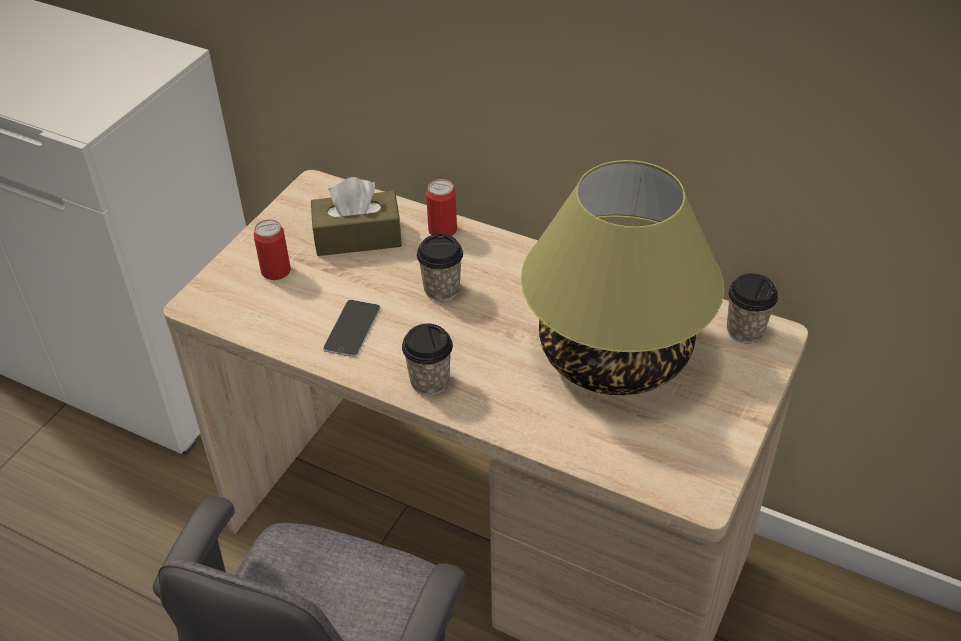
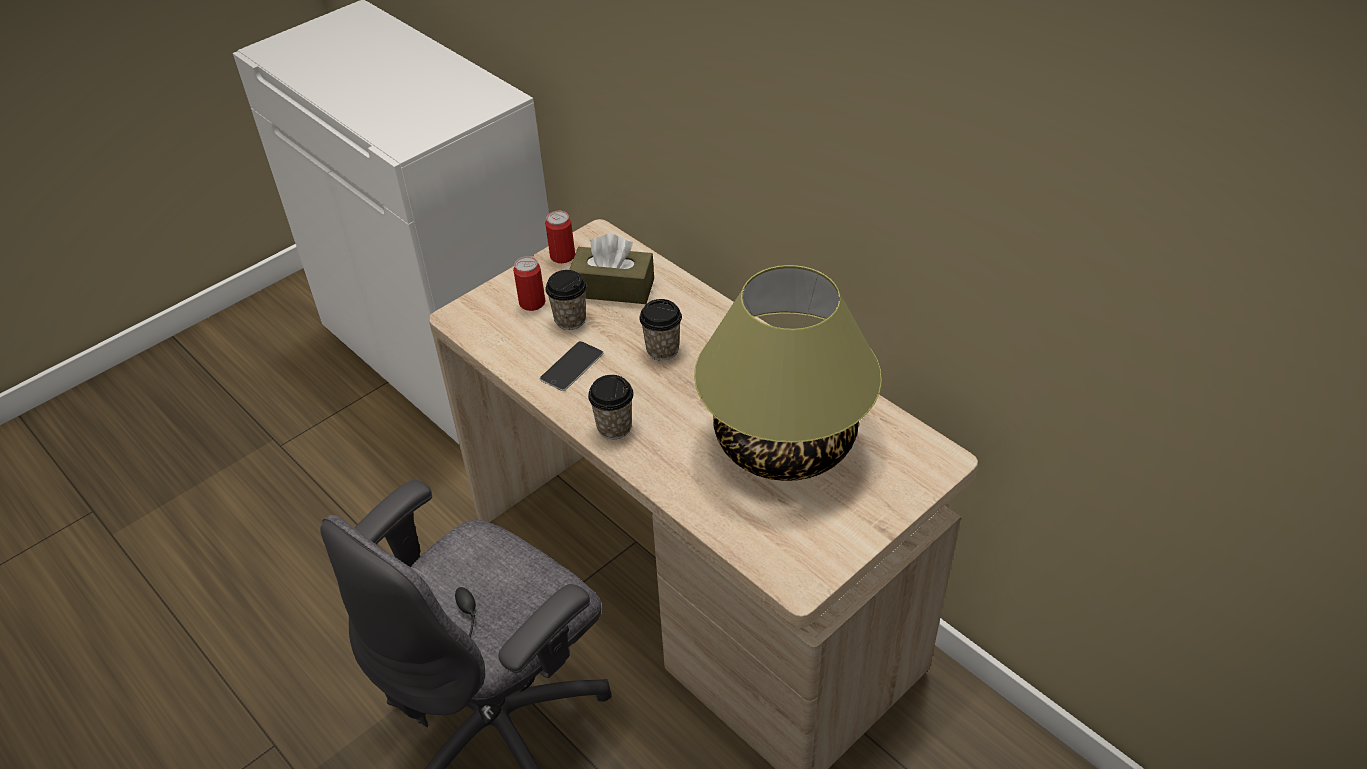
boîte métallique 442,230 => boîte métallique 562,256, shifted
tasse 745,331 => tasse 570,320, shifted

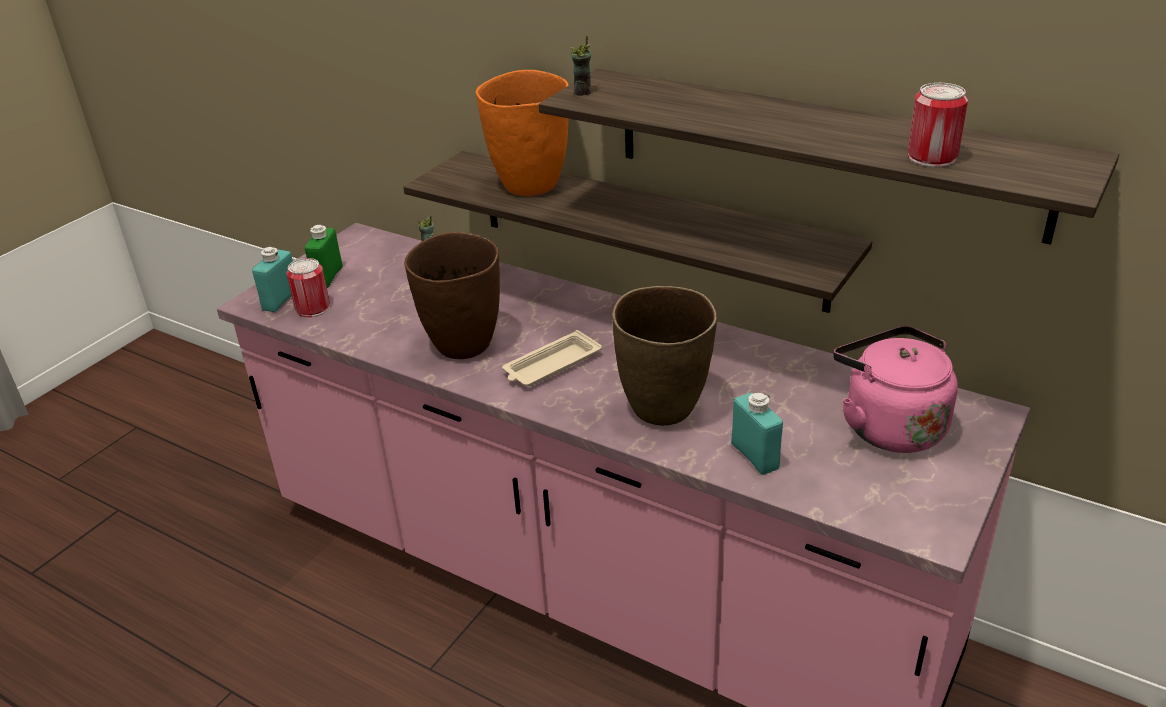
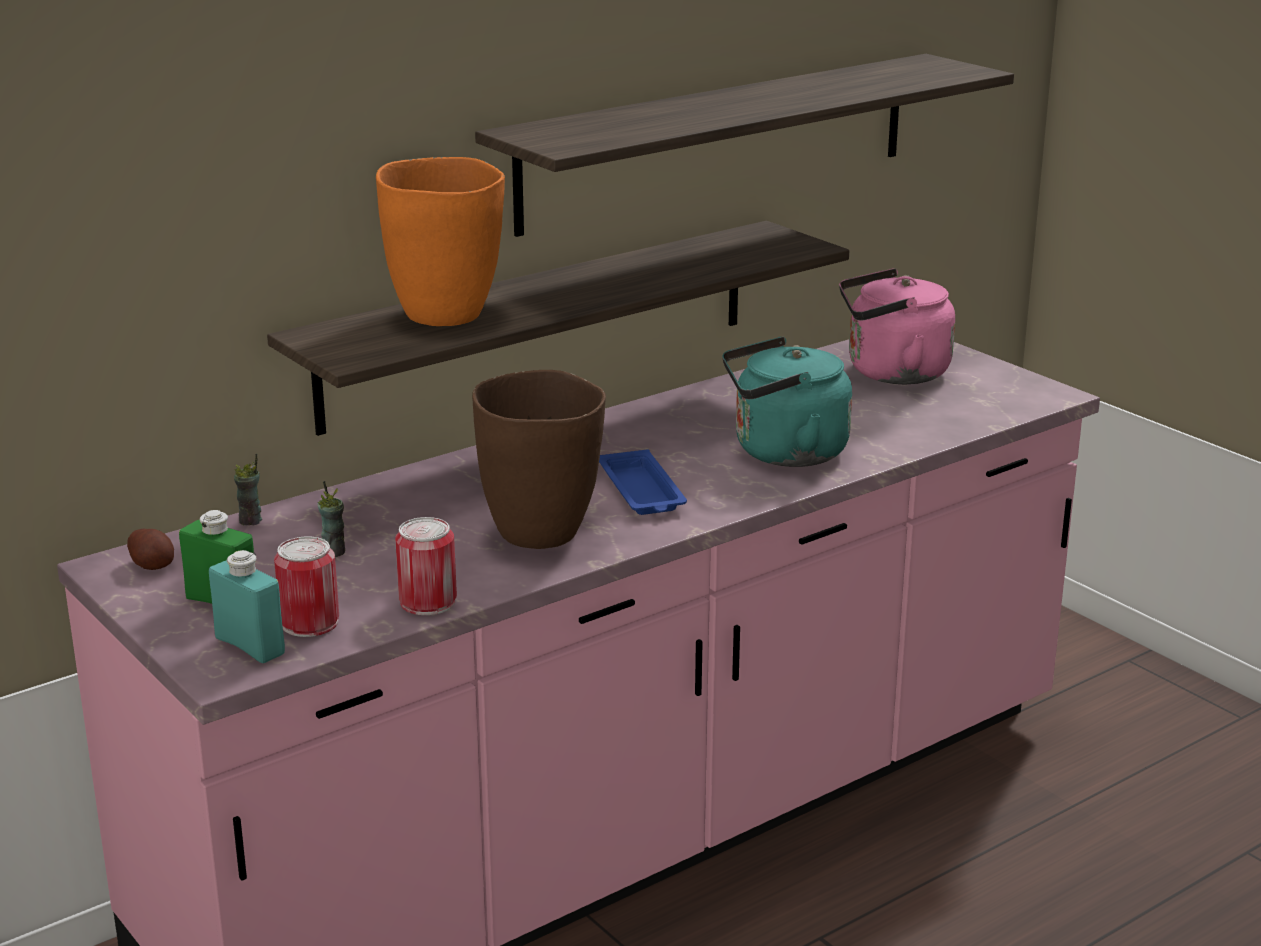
plateau (beige) 551,365 => plateau (bleu) 642,491
tasse 583,92 => tasse 334,552, shifted
vase (marron) 664,409 => bouilloire (turquoise) 783,453
bouteille (turquoise) 754,456 => nothing
boîte métallique 932,157 => boîte métallique 428,602, shifted
nothing => pomme de terre 153,565

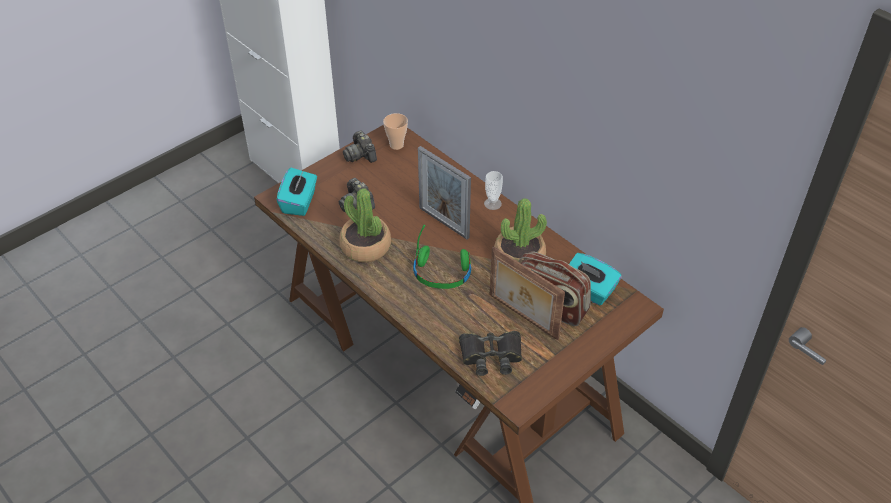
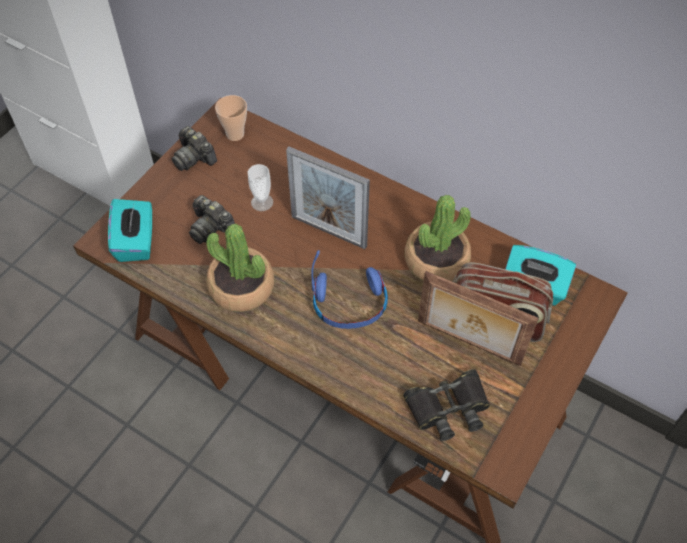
casque audio (vert) 442,273 => casque audio (bleu) 350,304
tasse 492,203 => tasse 262,202, shifted

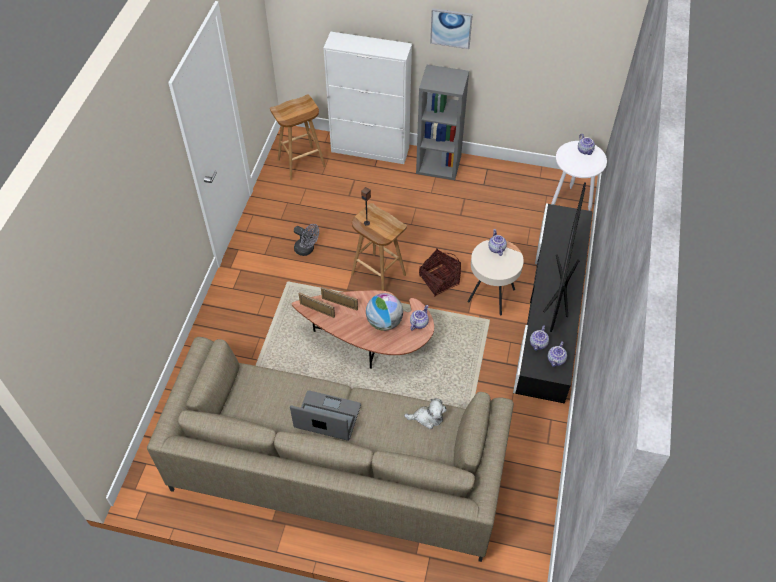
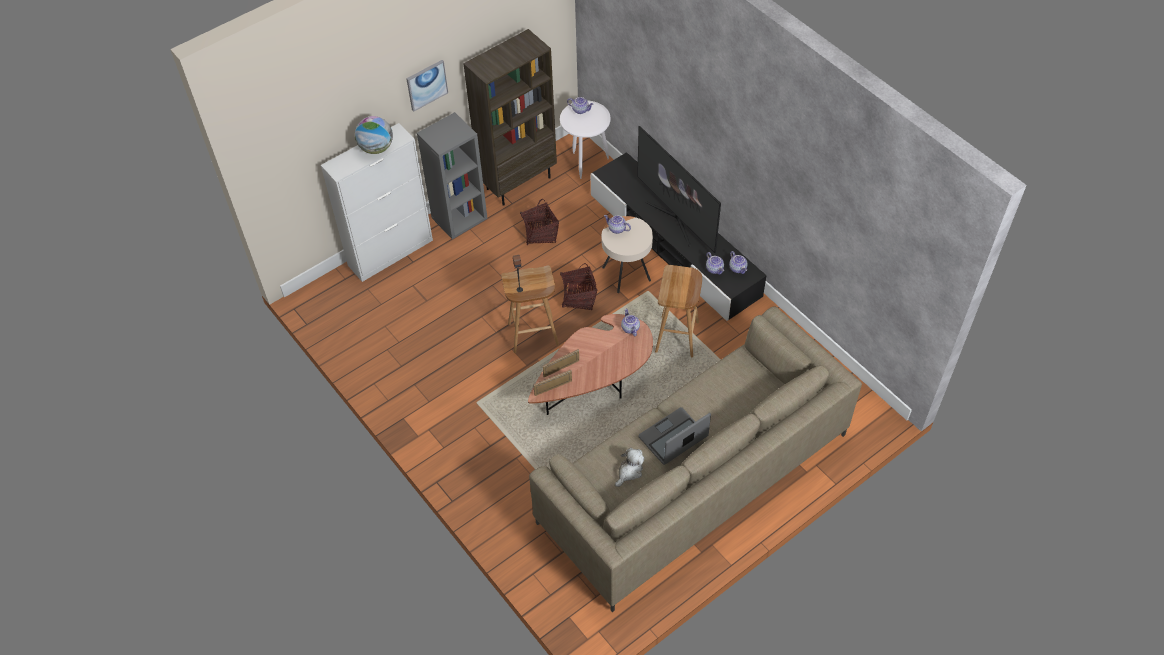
tabouret (marron) 301,164 => tabouret (marron) 677,337, shifted
ventilateur (gris) 307,249 => nothing
globe 384,322 => globe 376,148, shifted
peluche 427,417 => peluche 629,471, shifted
nothing => bibliothèque (marron) 518,182
nothing => panier 540,233

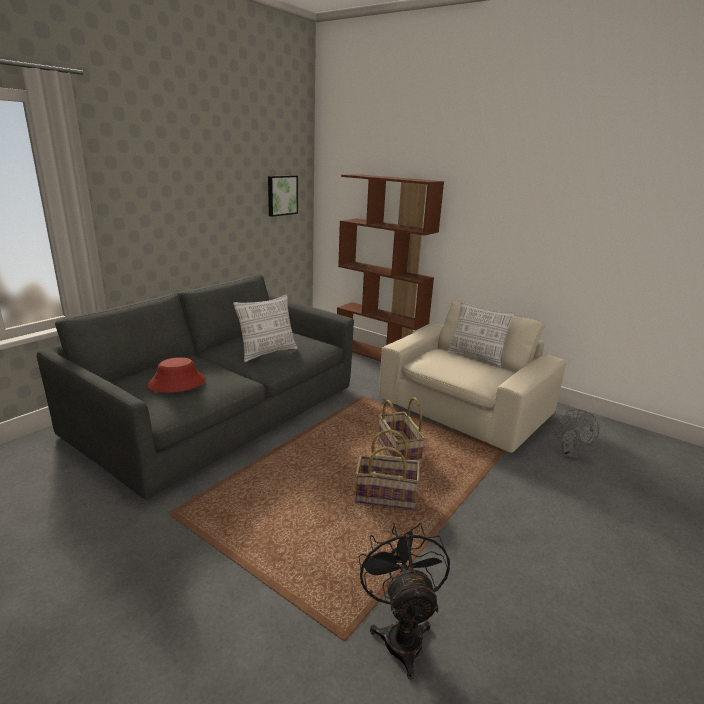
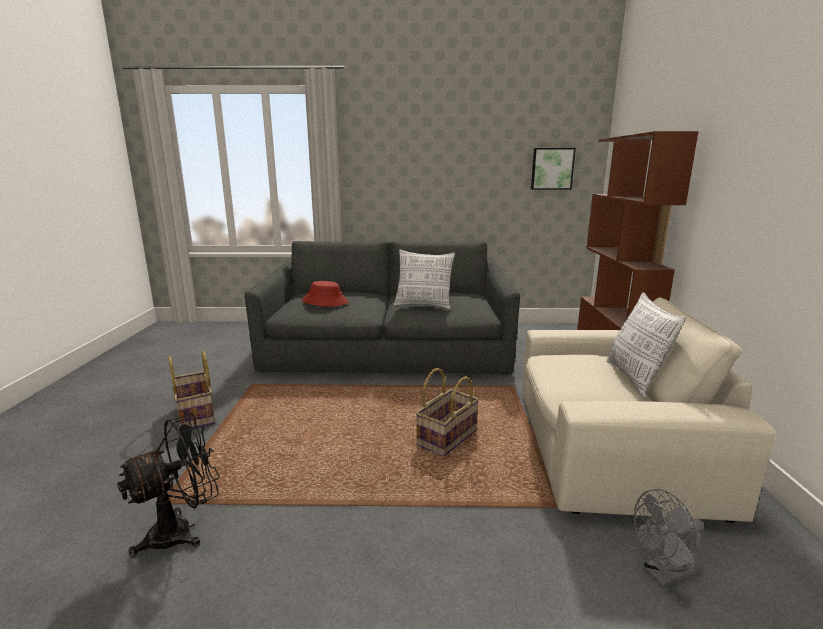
panier 386,495 => panier 197,414, shifted

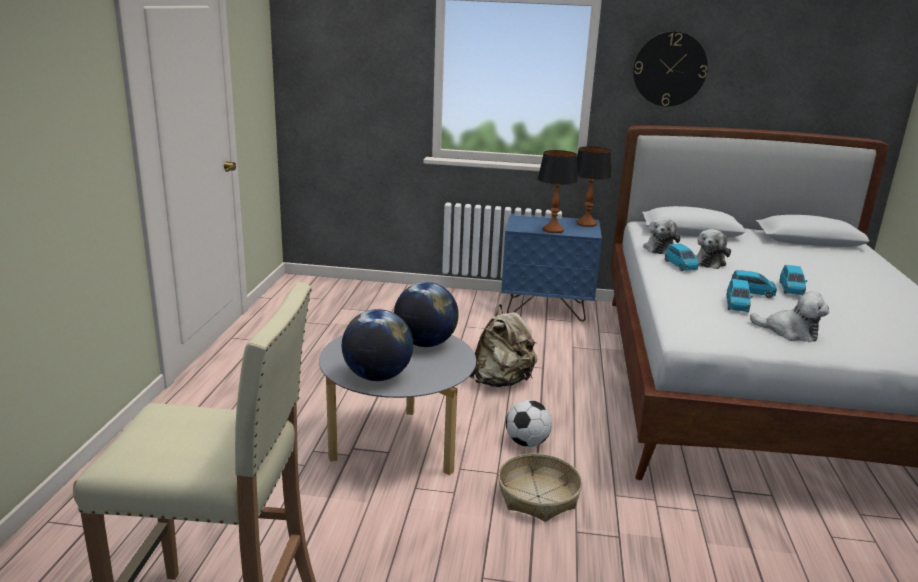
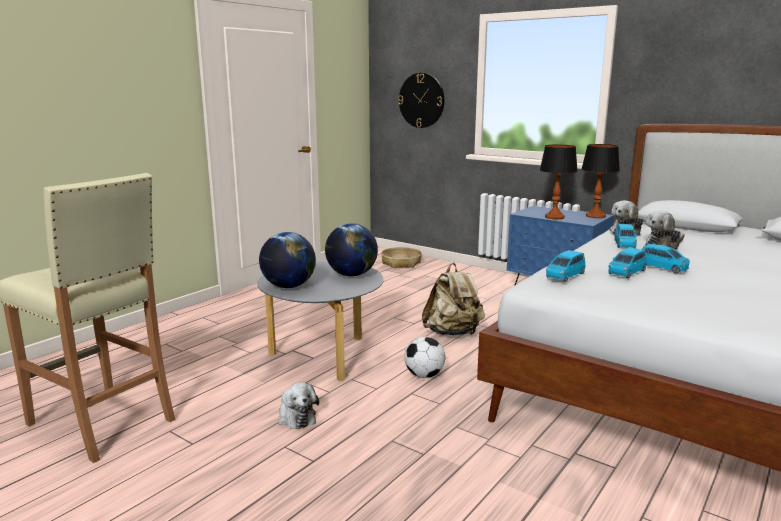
panier 537,496 => panier 401,263, shifted
horloge murale 669,69 => horloge murale 421,100, shifted
peluche 789,332 => peluche 296,416, shifted
petite voiture (bleu) 791,289 => petite voiture (bleu) 565,275, shifted

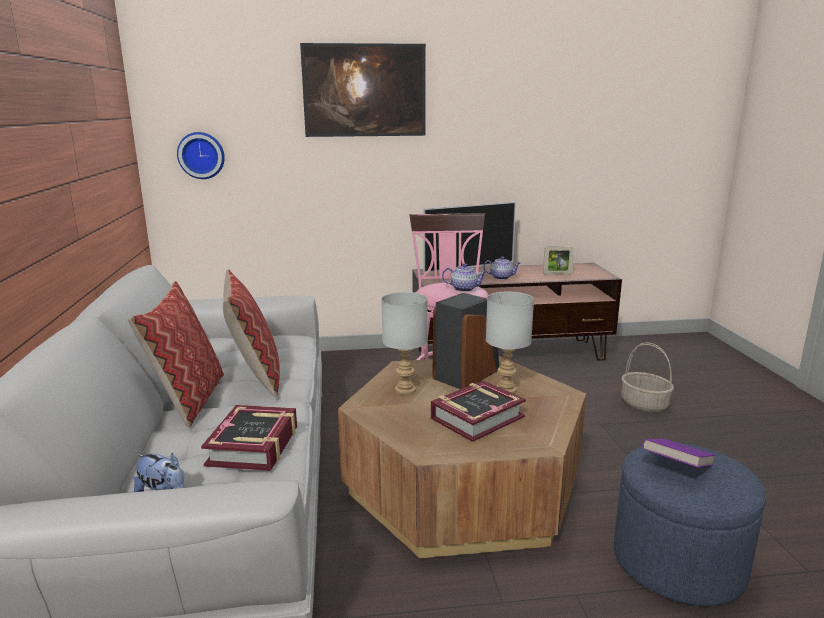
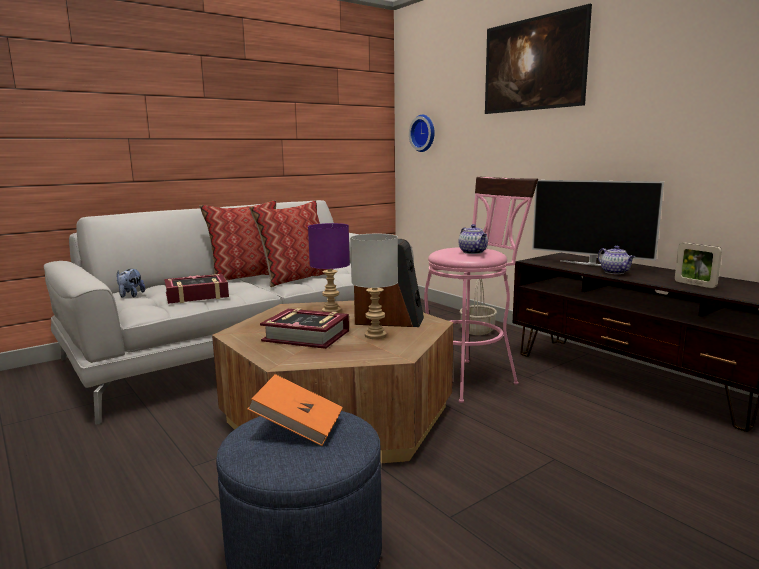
lampe de table (gris) 404,390 => lampe de table (violet) 331,311
panier 645,404 => panier 477,330, shifted
livre (violet) 676,467 => livre (orange) 298,427

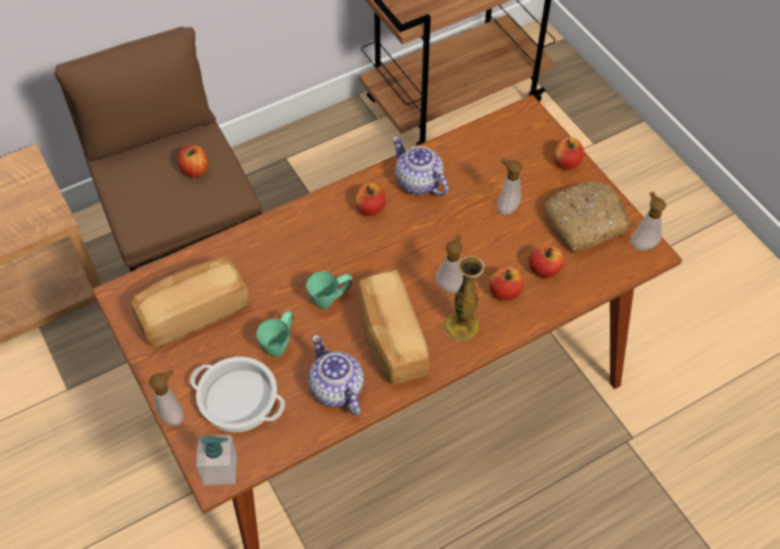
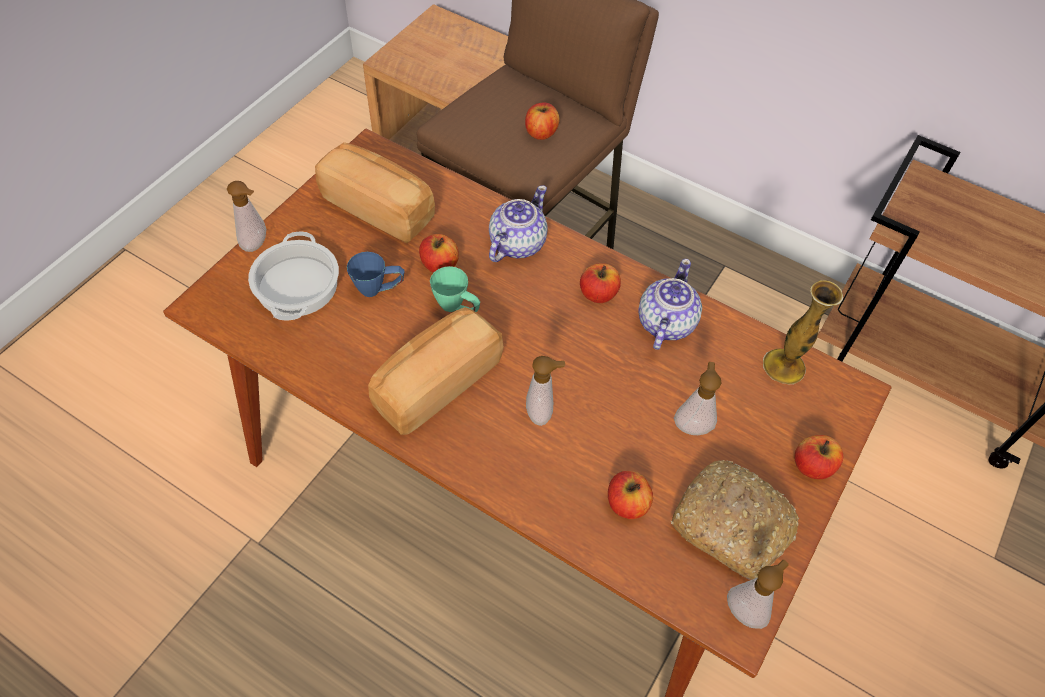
distributeur de savon 220,470 => nothing
mug (vert) 280,343 => mug (bleu) 379,290
théière 336,390 => théière 516,244, shifted
vase 461,326 => vase 784,366, shifted
pomme 505,292 => pomme 439,265, shifted

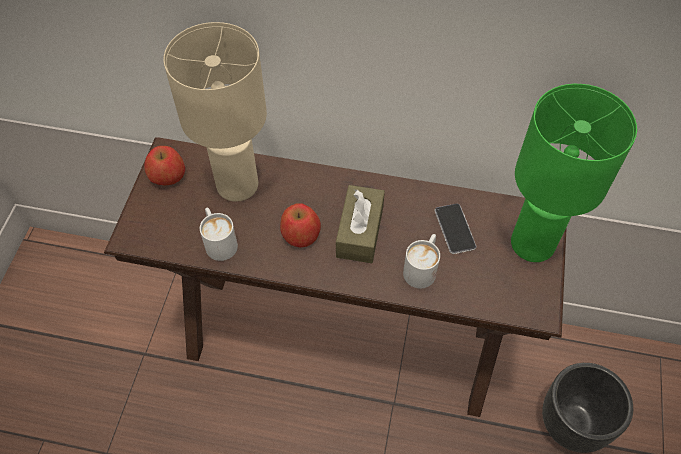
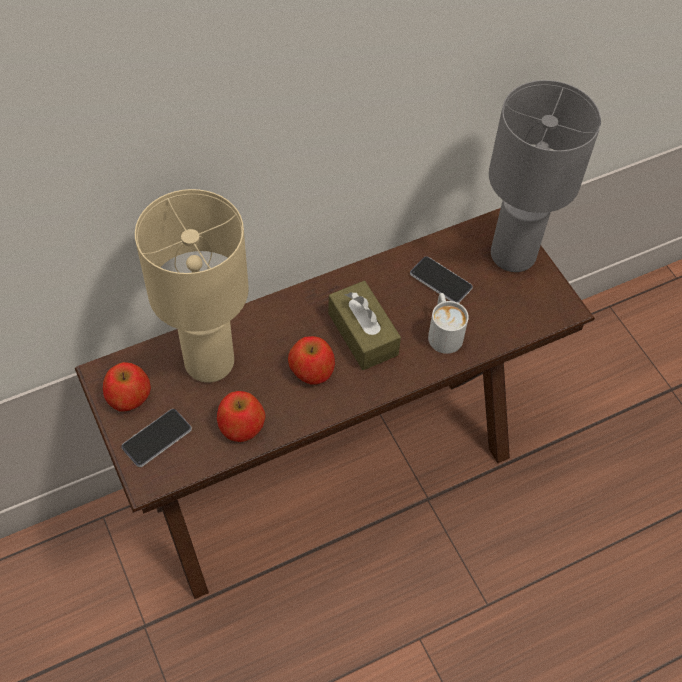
mug (blanc) 219,241 => pomme 241,425
lampe de table (vert) 534,244 => lampe de table (gris) 514,254
cache-pot (noir) 572,424 => nothing
nothing => téléphone 157,438

